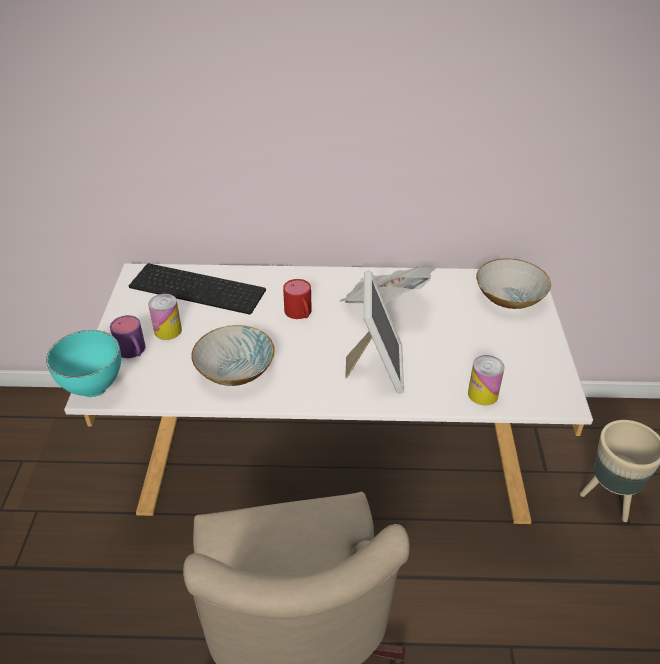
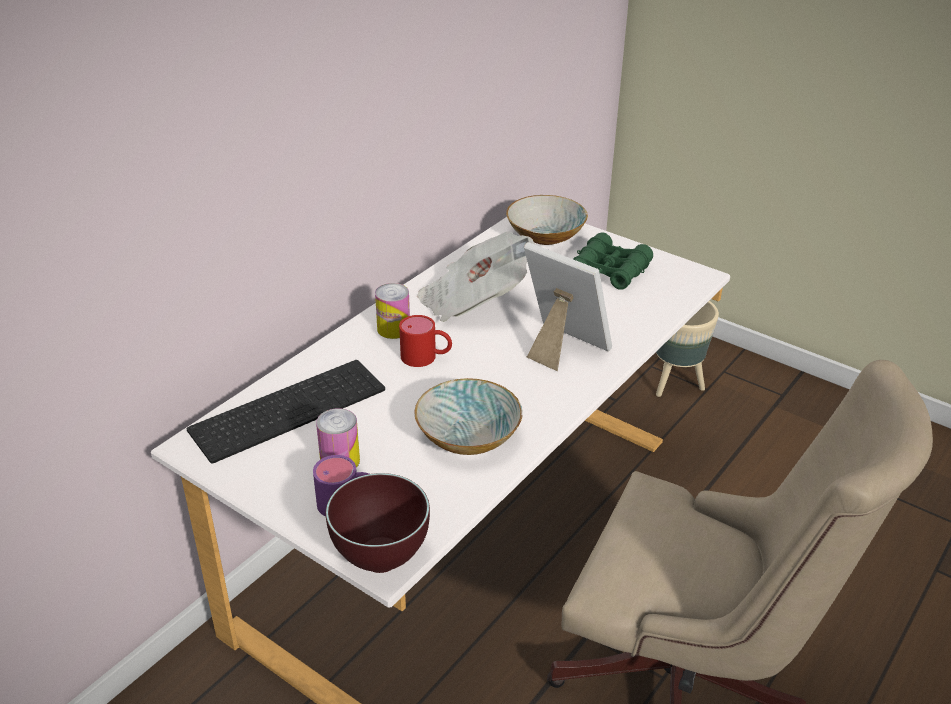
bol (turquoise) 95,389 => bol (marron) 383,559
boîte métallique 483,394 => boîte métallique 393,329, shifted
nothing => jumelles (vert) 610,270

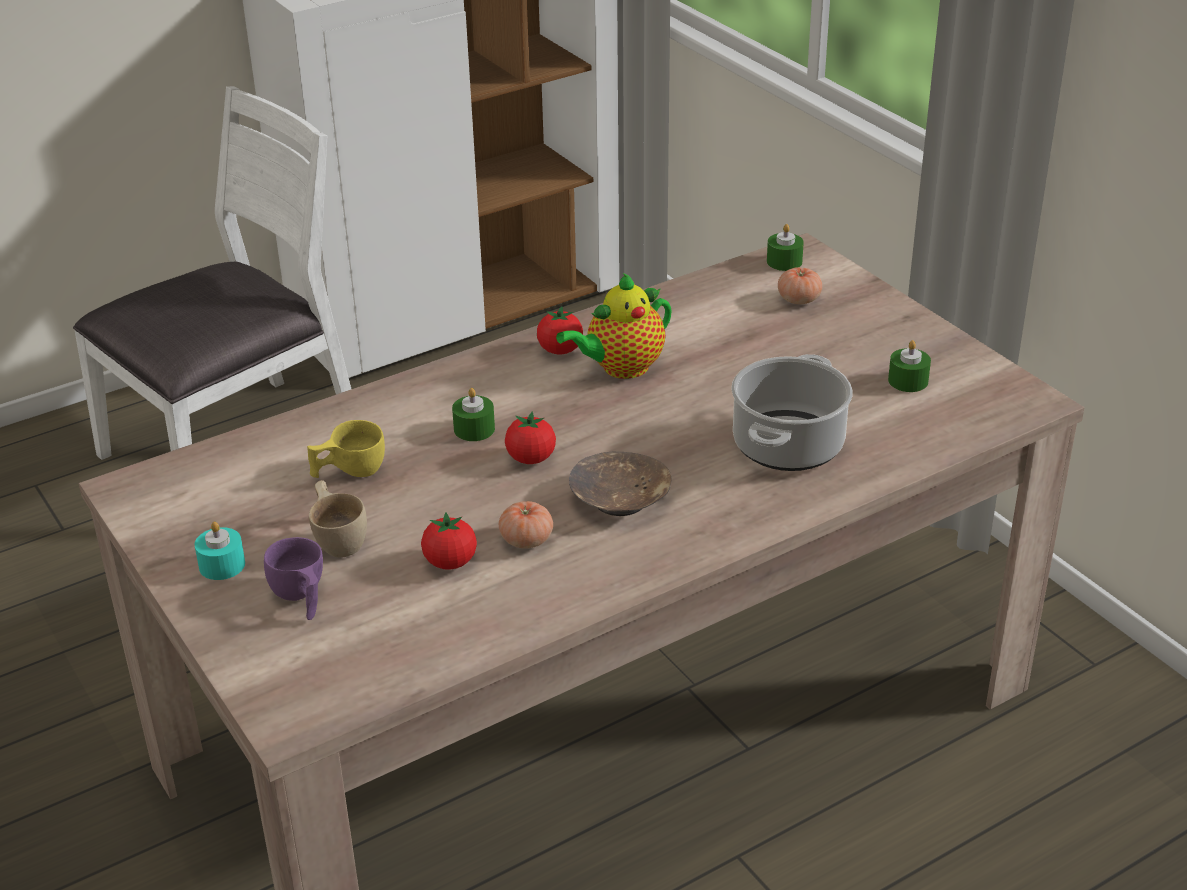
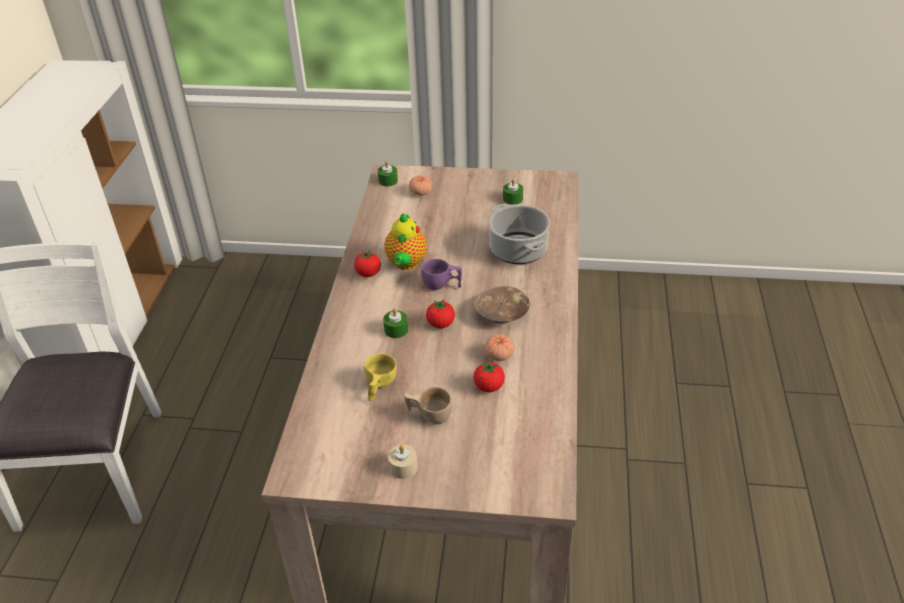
bougie (turquoise) 222,565 => bougie (beige) 403,467
tasse (violet) 300,598 => tasse (violet) 442,285, shifted

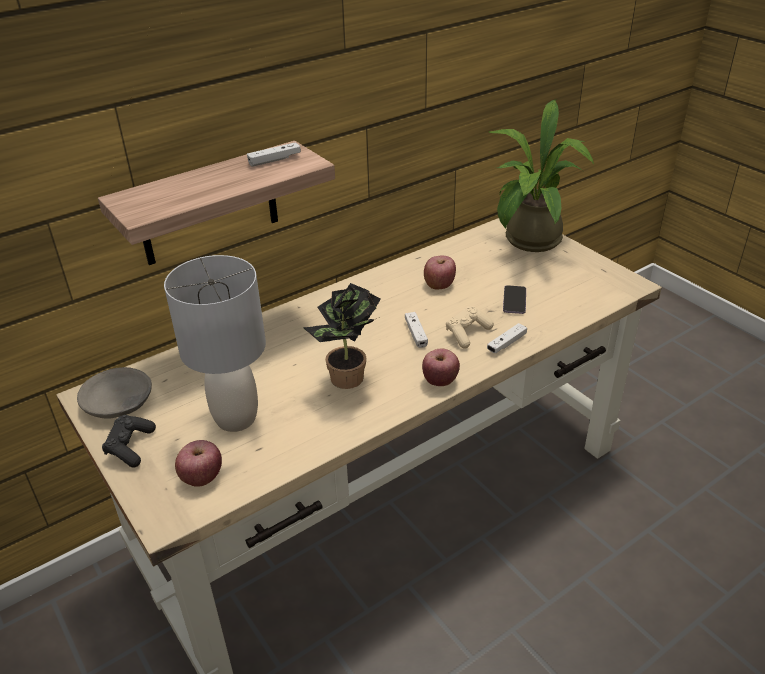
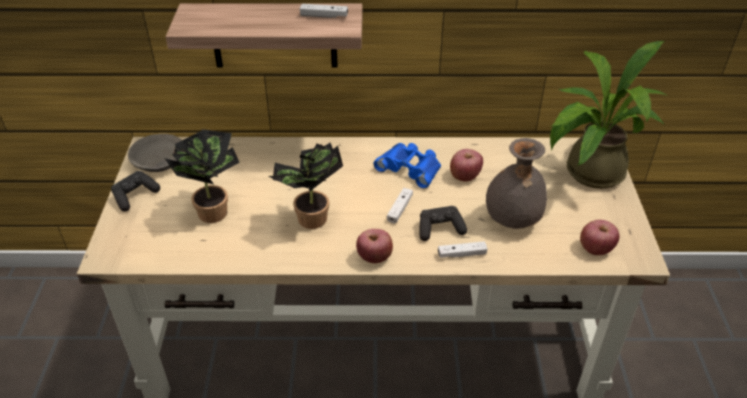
lampe de table (gris) 236,418 => plante en pot 213,210
pomme 201,477 => pomme 595,248, shifted
manette (beige) 467,333 => manette (noir) 440,229
téléphone 514,301 => vase (gris) 512,220
nothing => jumelles (bleu) 410,168

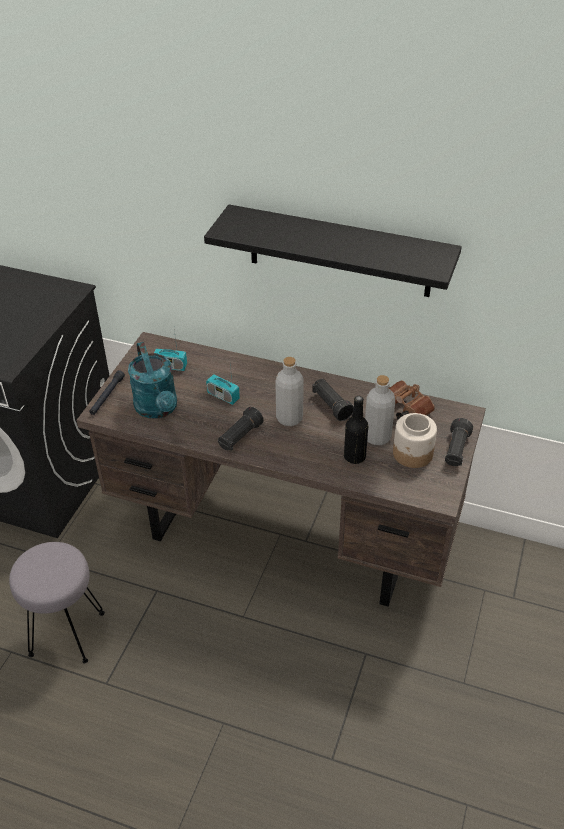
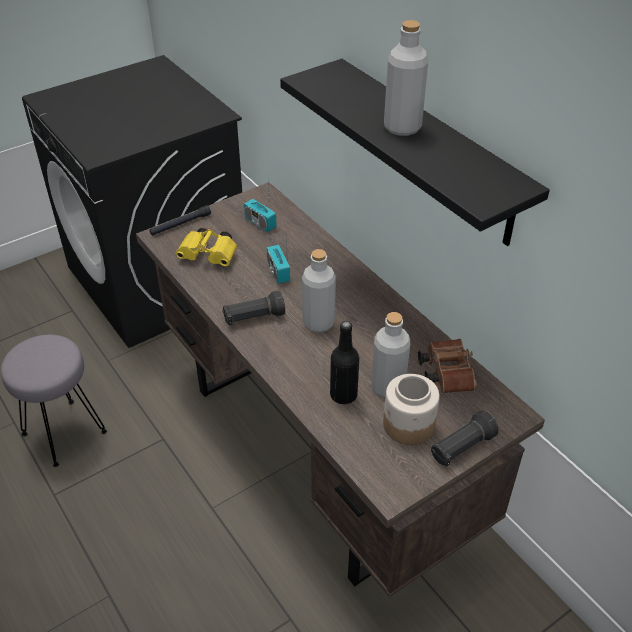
arrosoir (turquoise) 158,409 => jumelles (jaune) 210,256
lampe de poche (noir) 331,405 => nothing
nothing => bouteille (gris) 402,127

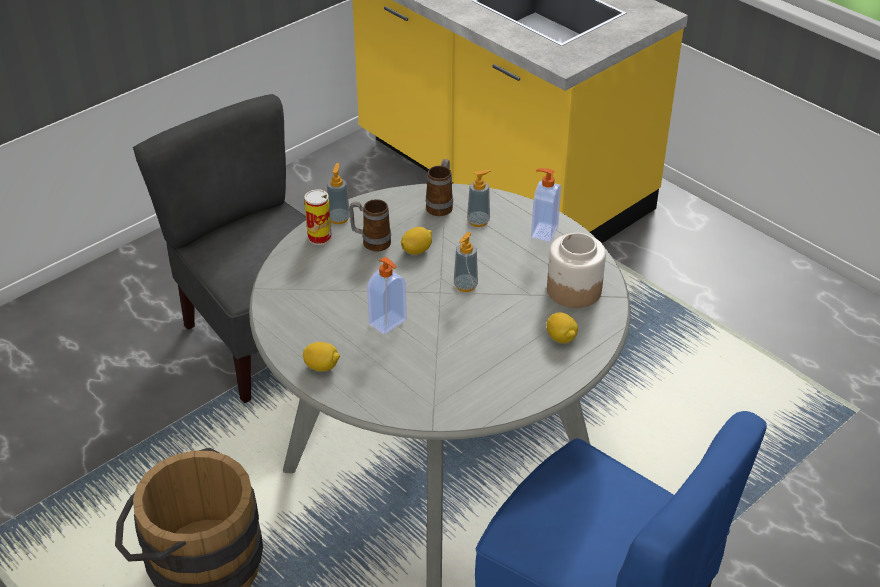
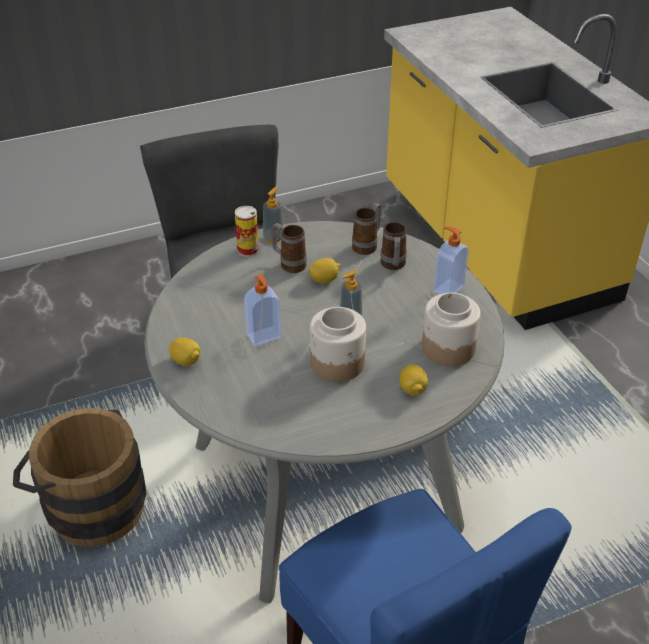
distributeur de savon 478,221 => mug 393,266
nothing => bocal 338,363

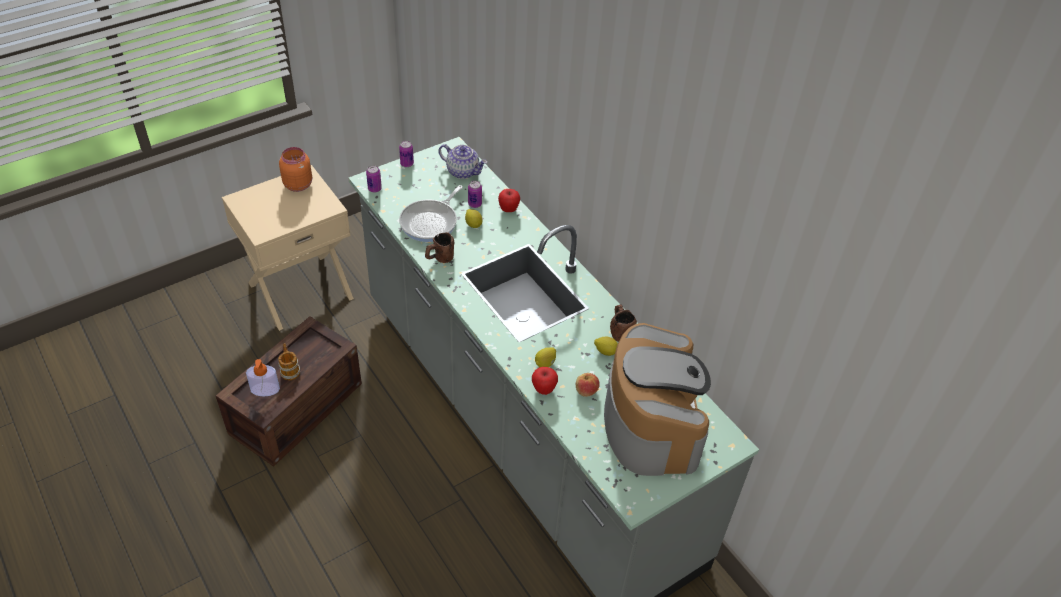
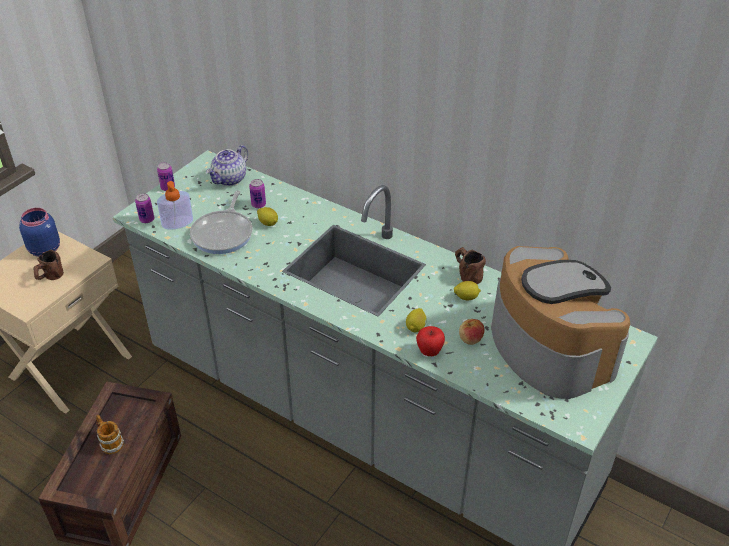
distributeur de savon 265,389 => distributeur de savon 177,222, shifted
bocal (orange) 298,184 => bocal (bleu) 44,249
mug (marron) 439,259 => mug (marron) 50,278, shifted
théière 463,171 => théière 230,179, 120 degrees clockwise
pomme 508,209 => nothing

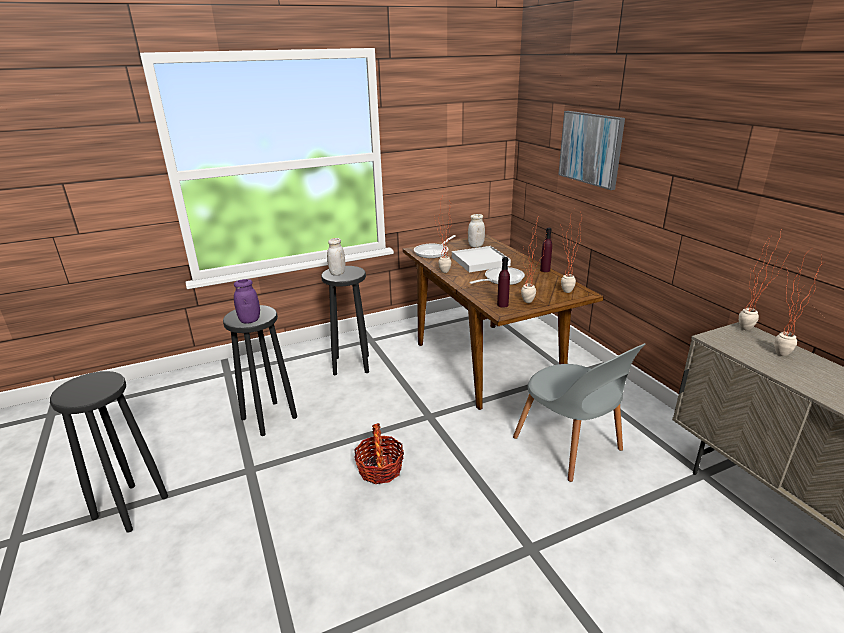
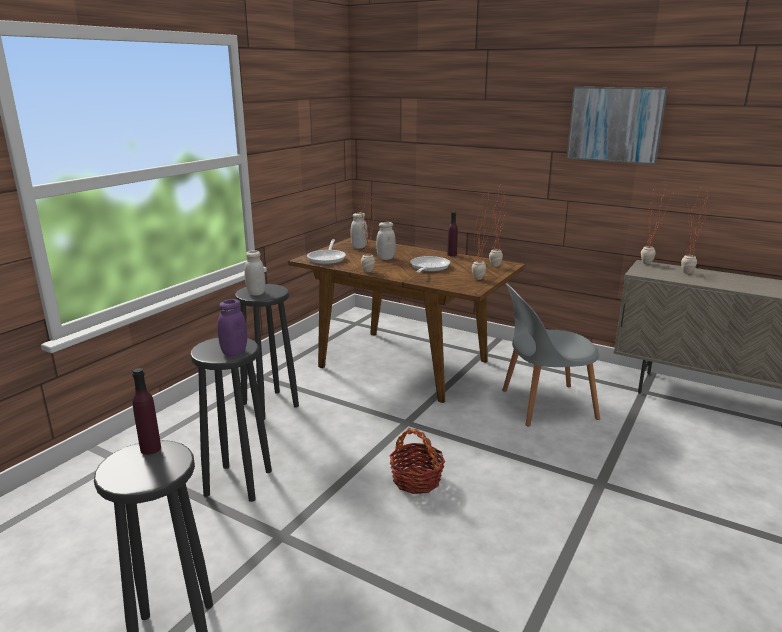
plateau (blanc) 480,261 => bocal (blanc) 385,258
bouteille (violet) 502,305 => bouteille (violet) 150,449, shifted
chaise (gris) 570,446 => chaise (gris) 544,405, 150 degrees clockwise
tableau 590,148 => tableau 615,124, shifted

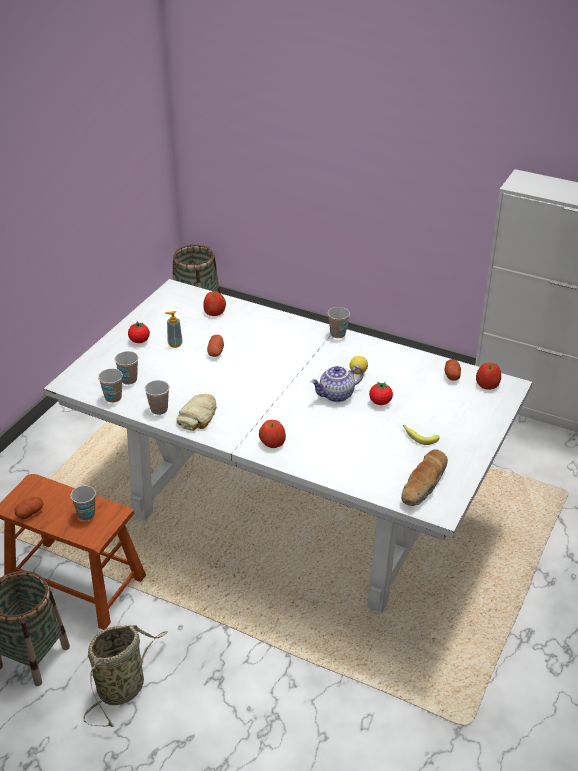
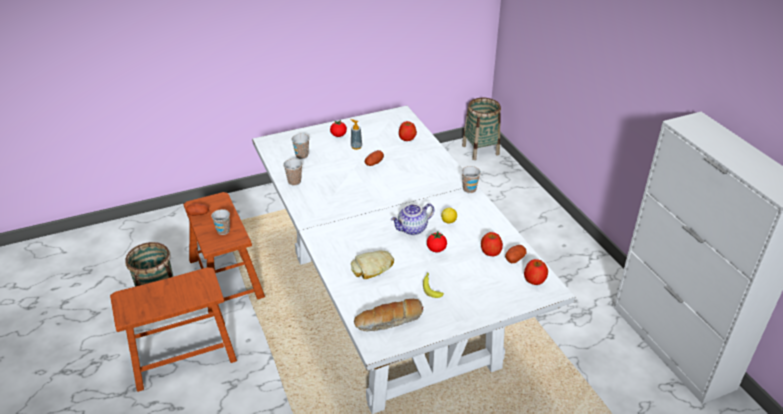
panier 123,686 => tabouret (marron) 182,354
tasse 113,397 => nothing
pain 199,416 => pain 373,268, shifted
pomme 272,442 => pomme 490,251, shifted
théière 336,395 => théière 412,229, 45 degrees counterclockwise

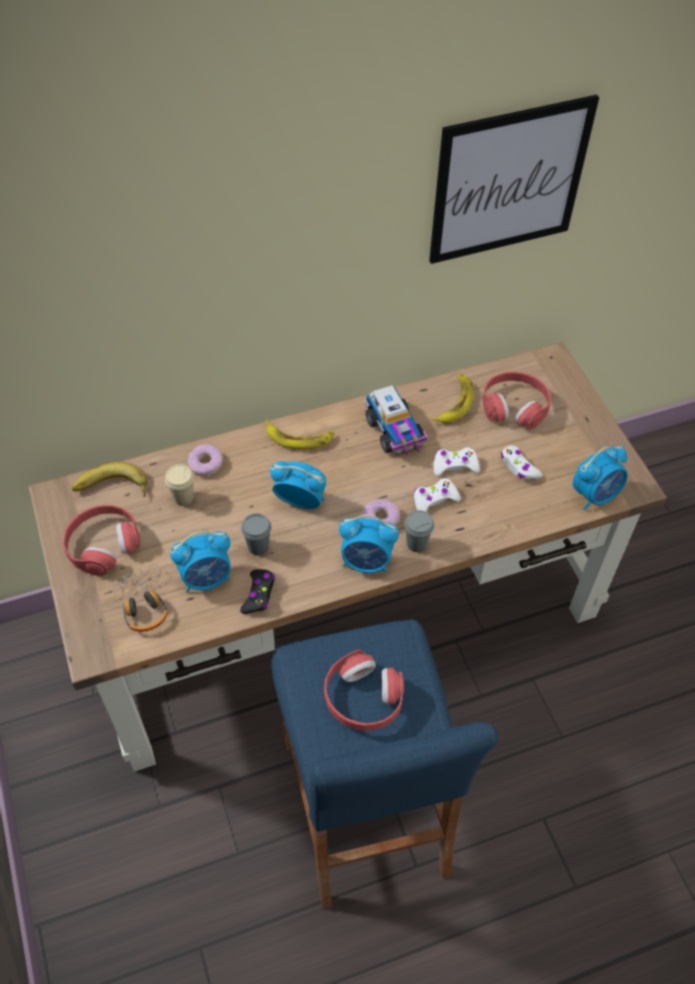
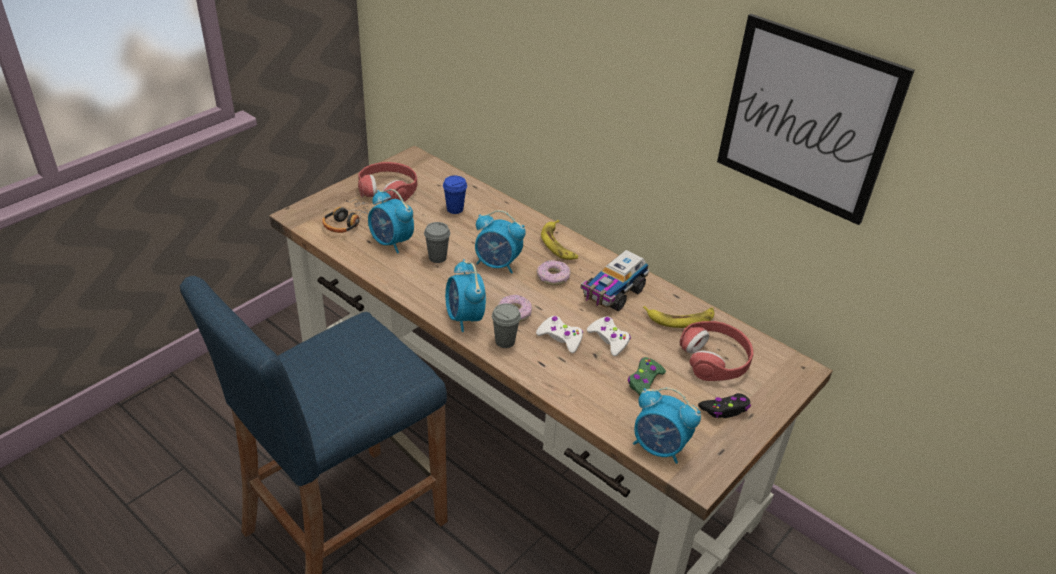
banane 112,489 => nothing
tasse (beige) 183,498 => tasse (bleu) 455,209
beignet 206,464 => beignet 553,277, shifted
manette (noir) 259,594 => manette (noir) 725,409, shifted
réveil 300,501 => réveil 497,264, 120 degrees clockwise
casque audio (rouge) 363,698 => nothing
manette (blanc) 519,467 => manette (vert) 644,382

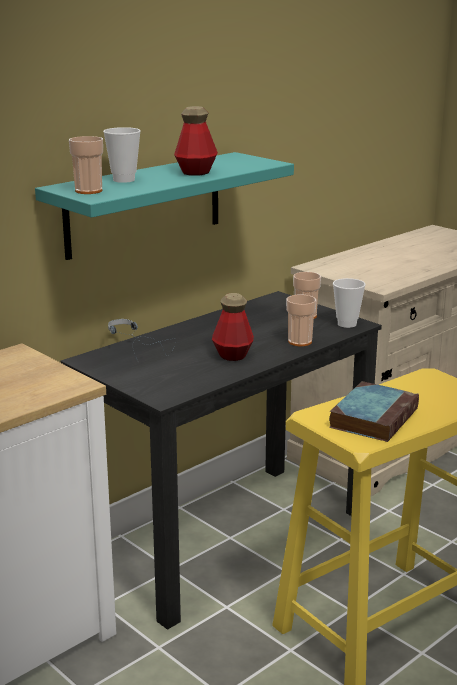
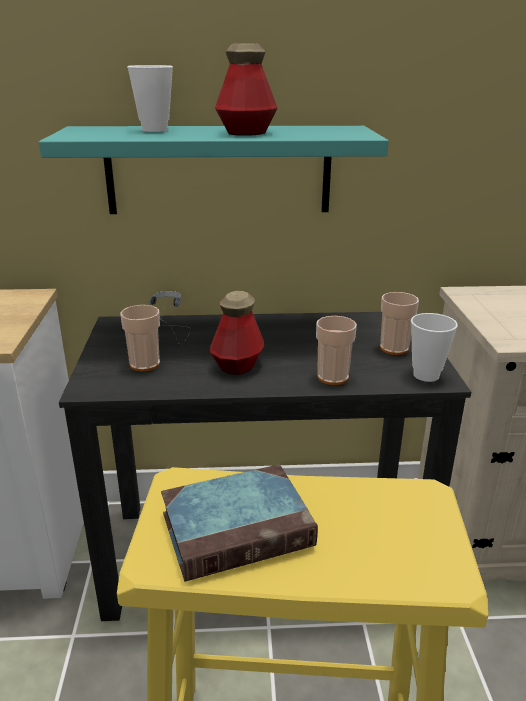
tasse 88,191 => tasse 145,364, shifted

